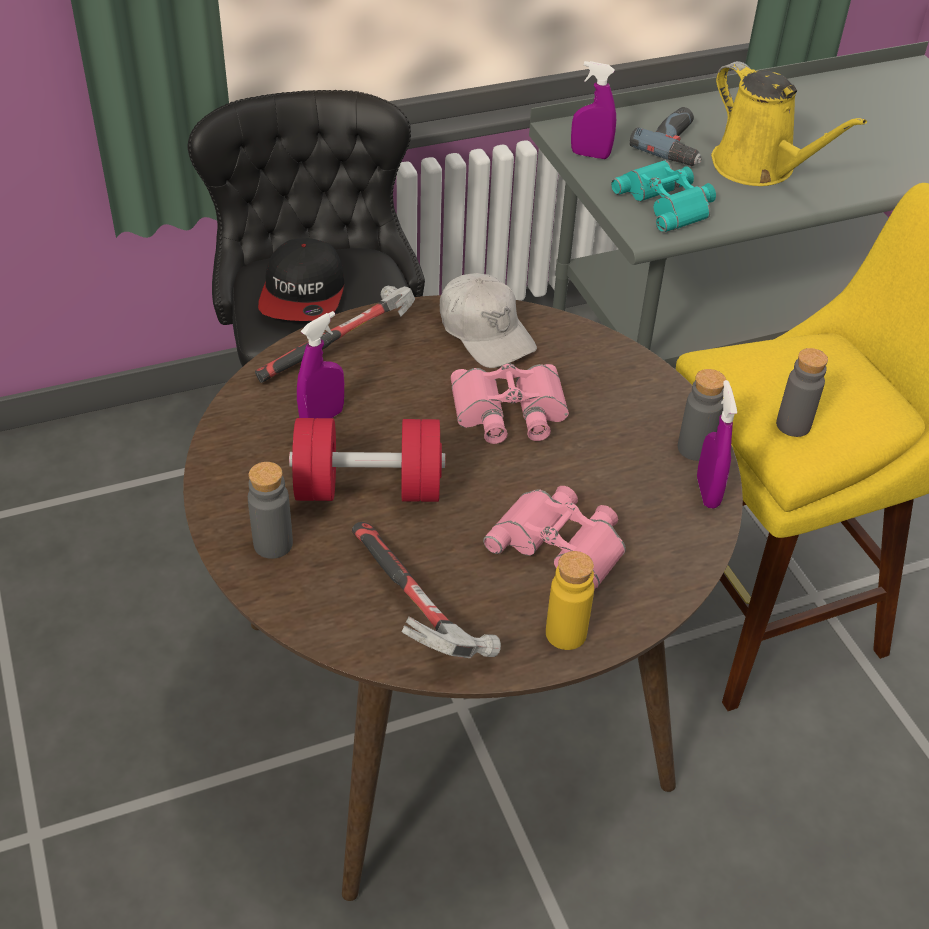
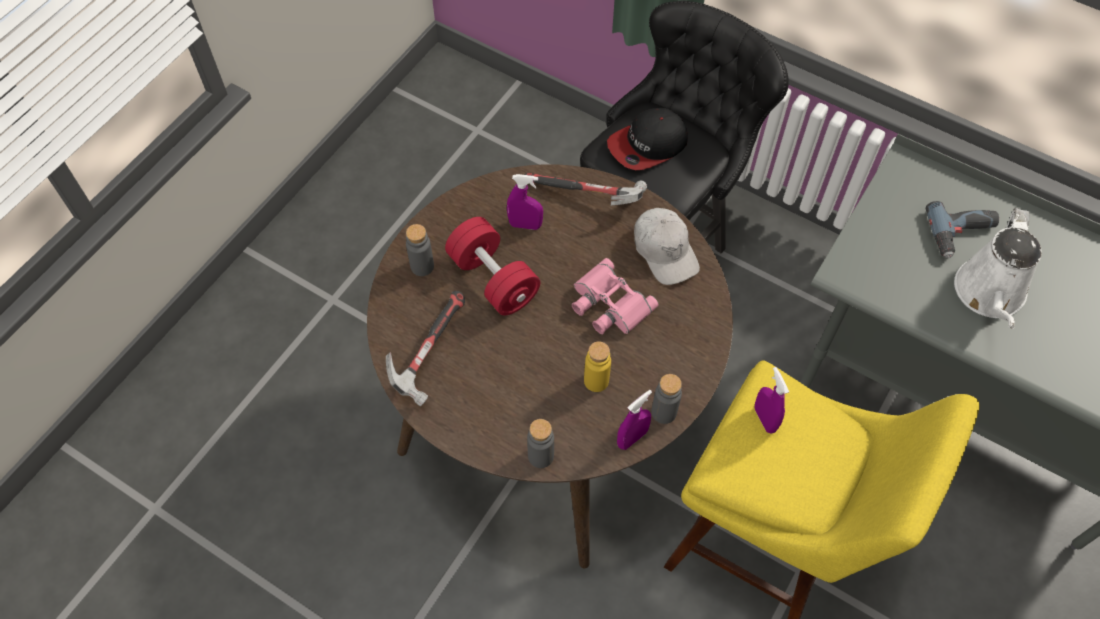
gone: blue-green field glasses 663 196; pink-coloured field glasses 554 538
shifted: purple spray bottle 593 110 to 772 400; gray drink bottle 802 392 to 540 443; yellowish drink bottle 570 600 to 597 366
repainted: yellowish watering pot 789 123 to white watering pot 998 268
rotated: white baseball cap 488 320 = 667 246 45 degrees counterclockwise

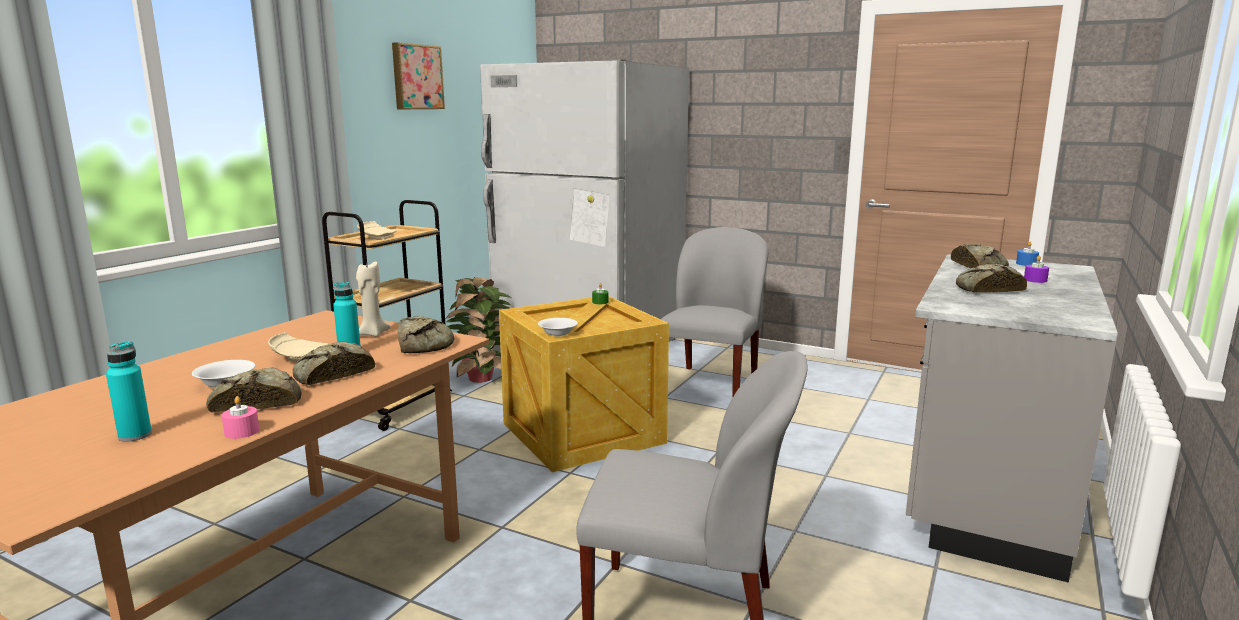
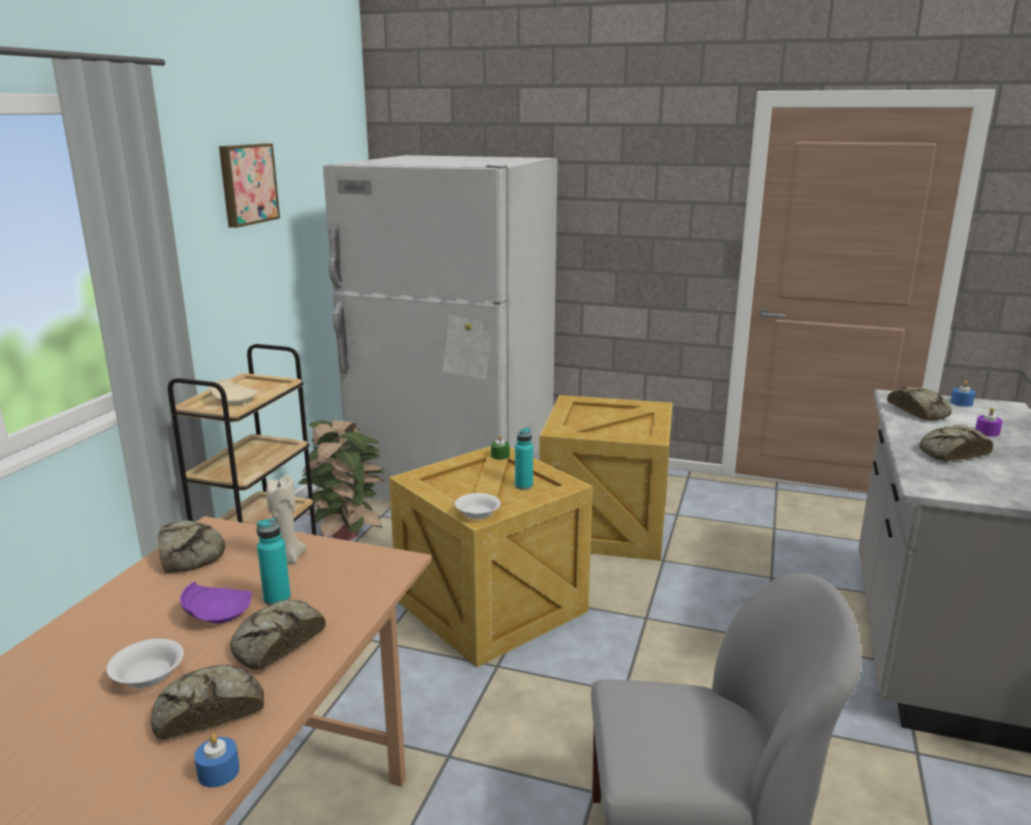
shifted: baked bread 426 334 to 191 546; blue-green drink bottle 129 391 to 524 458
swapped: gray chair 715 312 to crate 606 478
repainted: beige dinner plate 298 347 to purple dinner plate 216 602; pink-coloured wax light 240 417 to bluish wax light 217 760

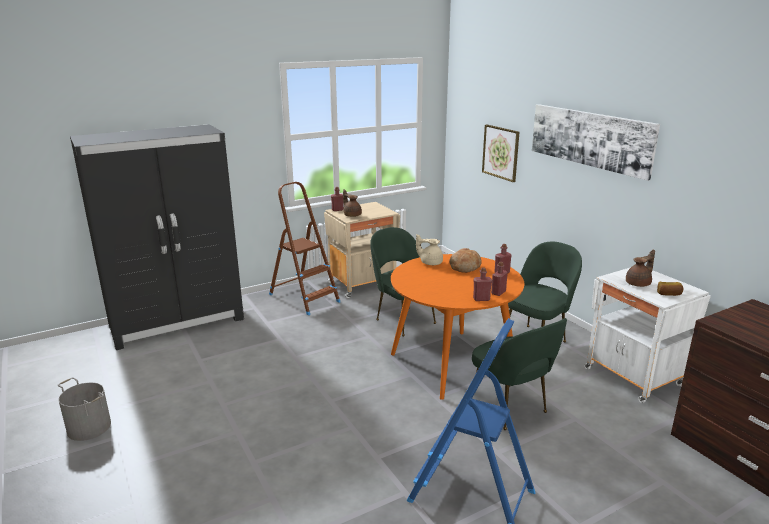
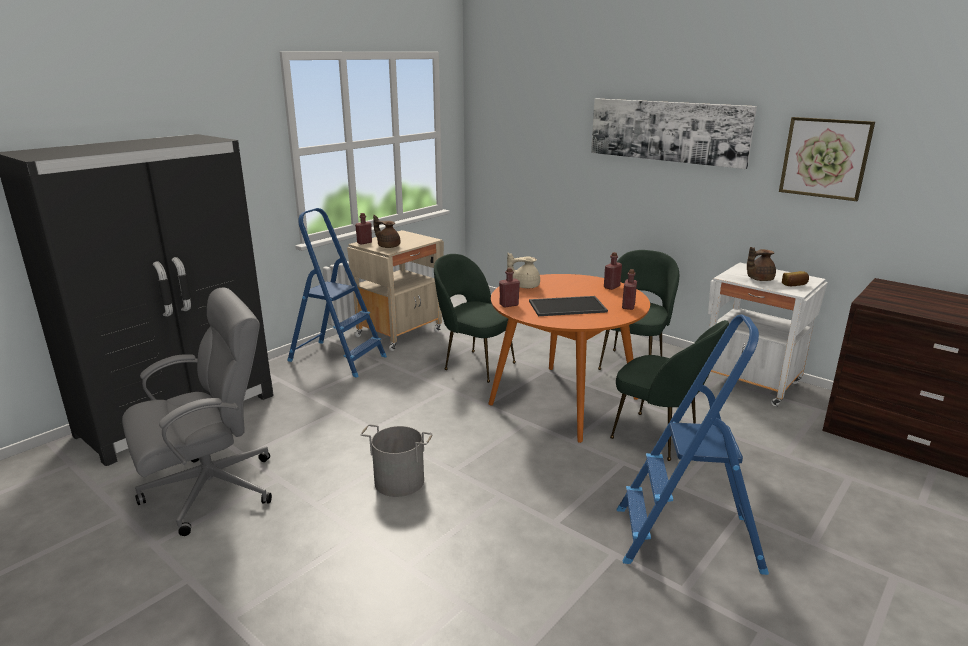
gone: baked bread 466 260
new: gray office chair 197 412; serving tray 568 306
shifted: wall picture 500 153 to 827 159; red drink bottle 482 284 to 509 288; gray bucket 84 409 to 396 460
repainted: brown stepladder 304 248 to bluish stepladder 337 292
rotated: brown tea pot 640 268 = 761 264 150 degrees counterclockwise

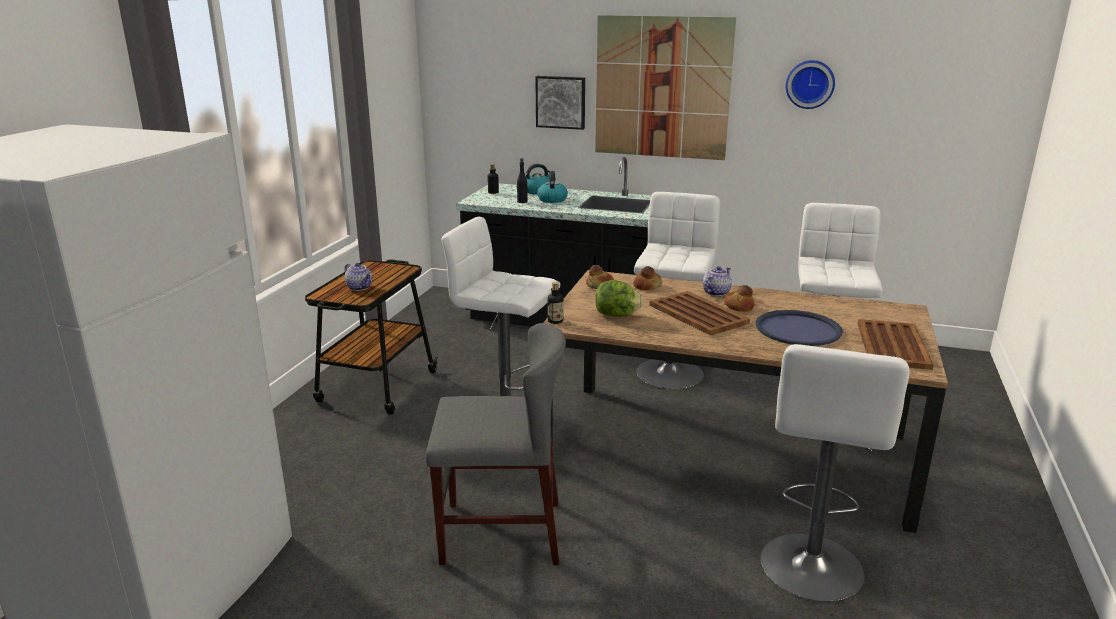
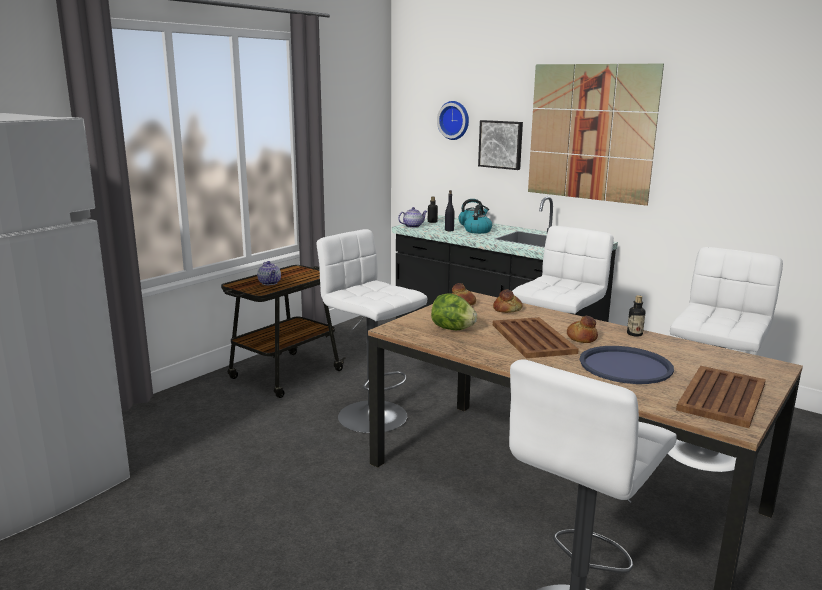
gone: gray chair 496 444
shifted: hanging clock 810 84 to 453 120; tea pot 717 281 to 412 217; drink bottle 555 303 to 636 316

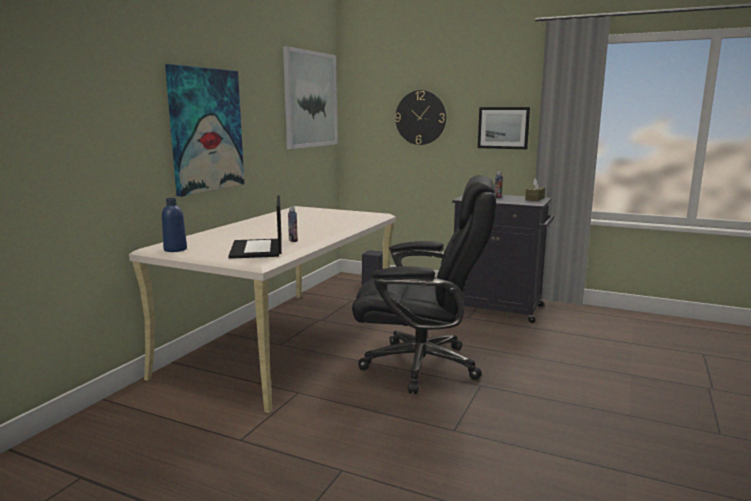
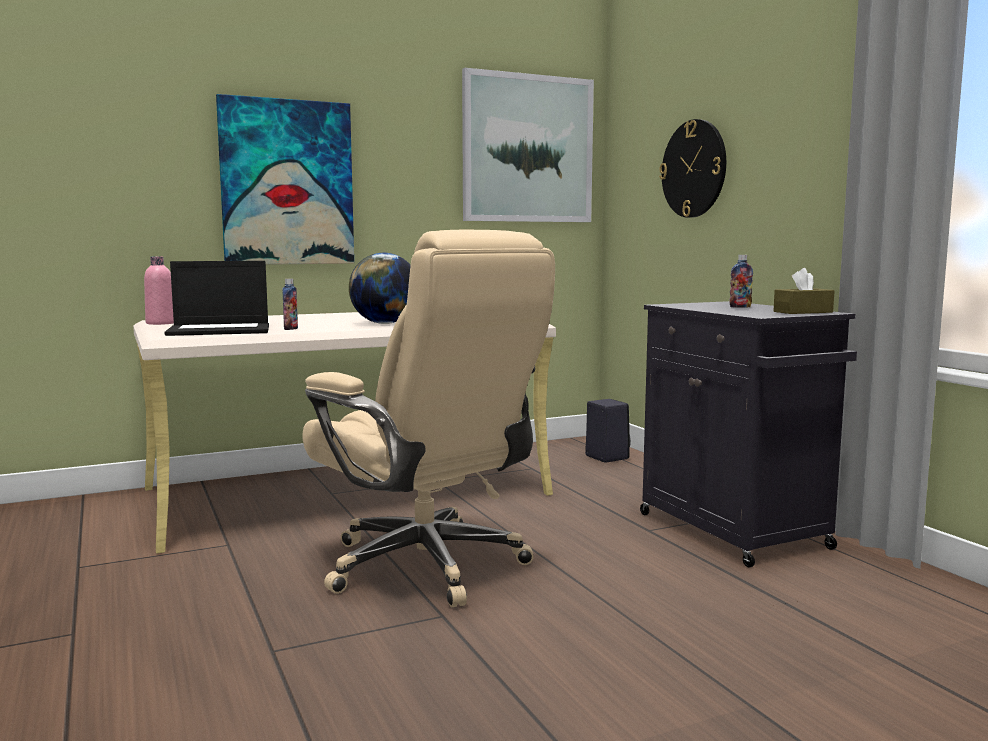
gone: wall picture 504 128
new: world globe 380 288
repainted: black-coloured office chair 424 284 to beige office chair 428 418; bluish drink bottle 174 225 to pink-coloured drink bottle 159 291
rotated: laptop 255 227 = 217 298 135 degrees counterclockwise

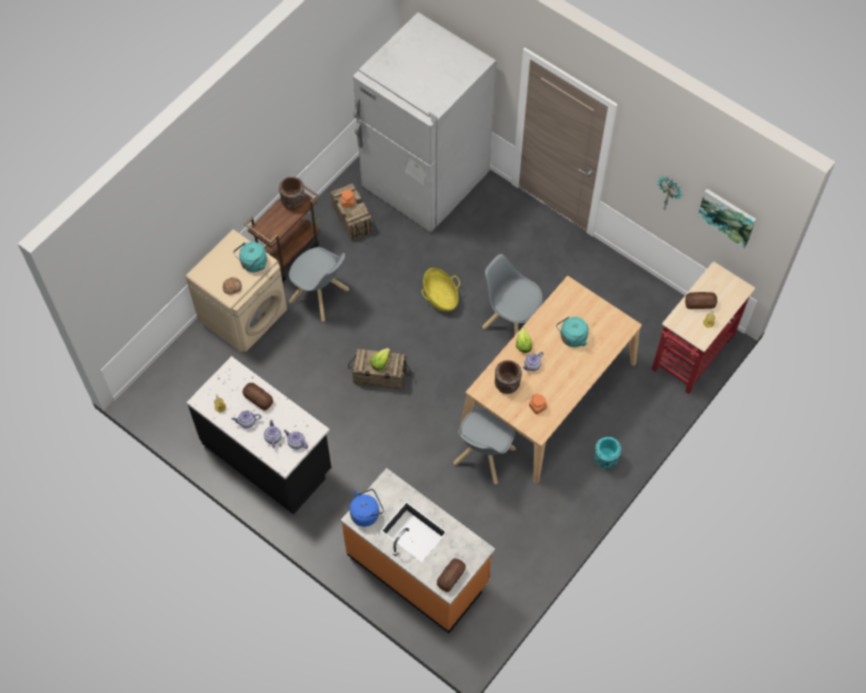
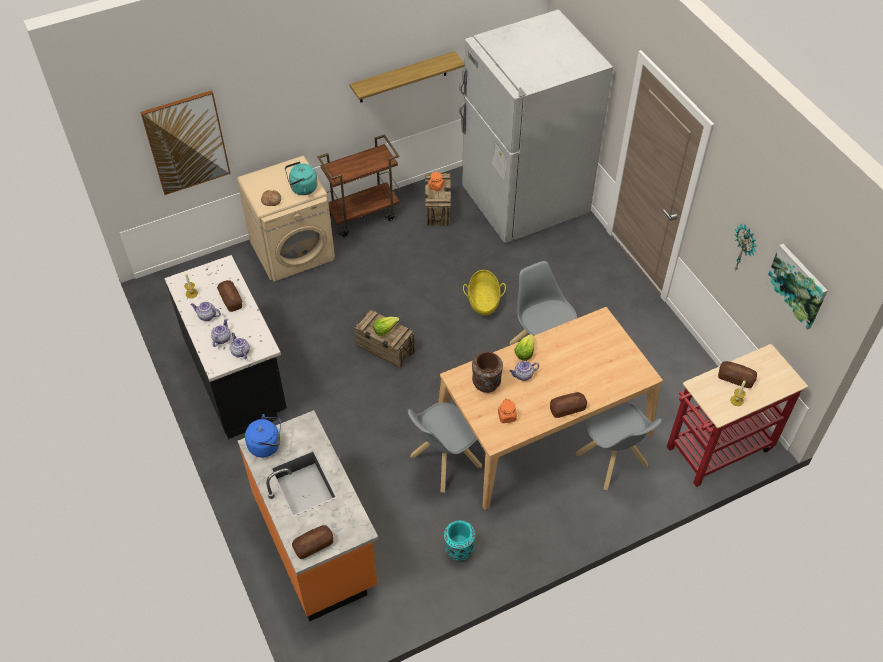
gone: brown vase 292 193; blue-green kettle 572 332
new: wall shelf 407 76; wall picture 185 142; baked bread 568 405
shifted: gray chair 319 284 to 619 447; blue-green vase 607 453 to 459 541

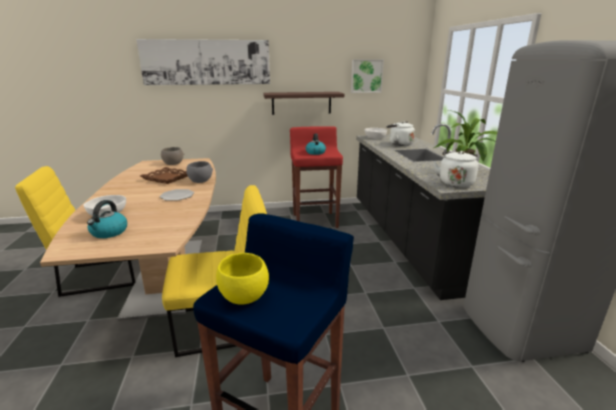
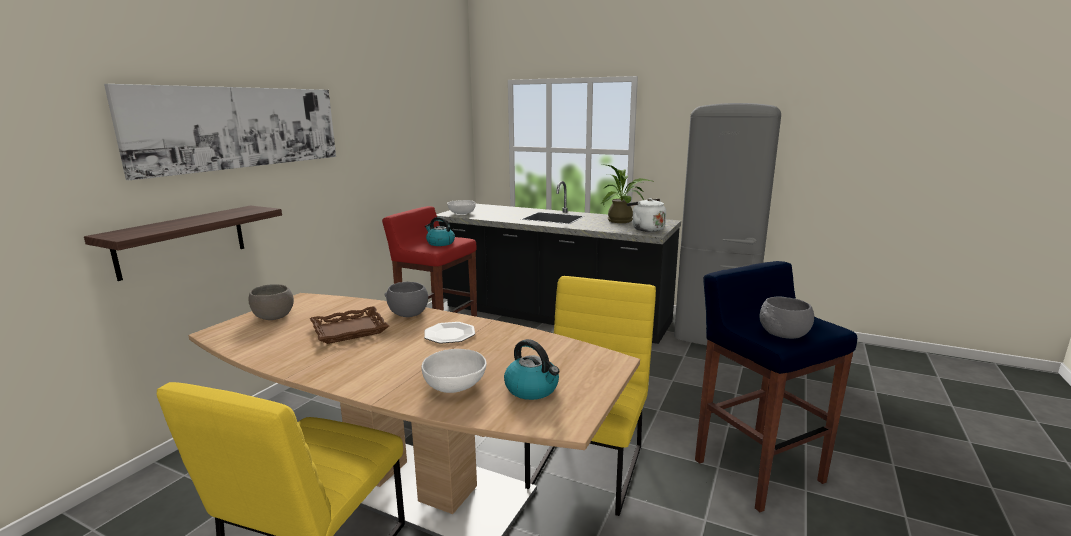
gone: wall picture 367 76; white kettle 400 133
shifted: wall shelf 303 103 to 183 243
repainted: yellowish deep dish 242 279 to gray deep dish 786 318

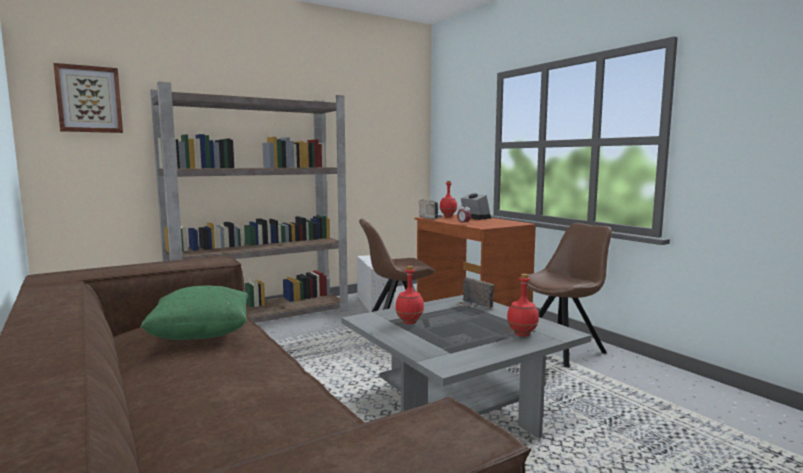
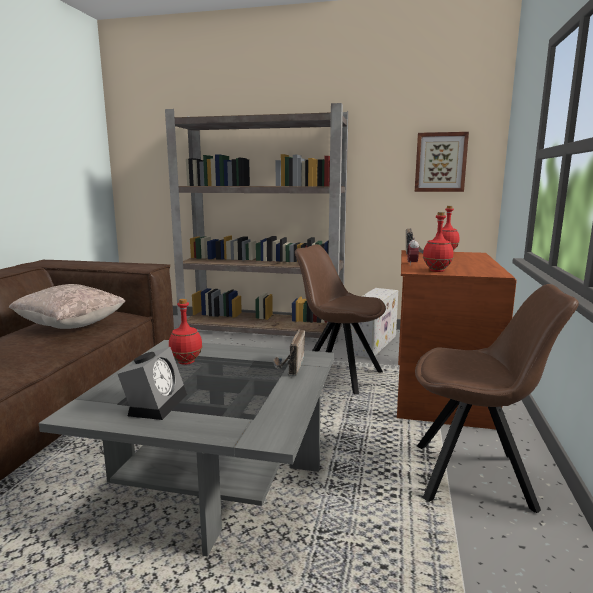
shifted: wall picture 88 98 to 442 162; table clock 475 206 to 152 383; red drink bottle 523 305 to 438 242
repainted: green pillow 194 313 to beige pillow 67 306

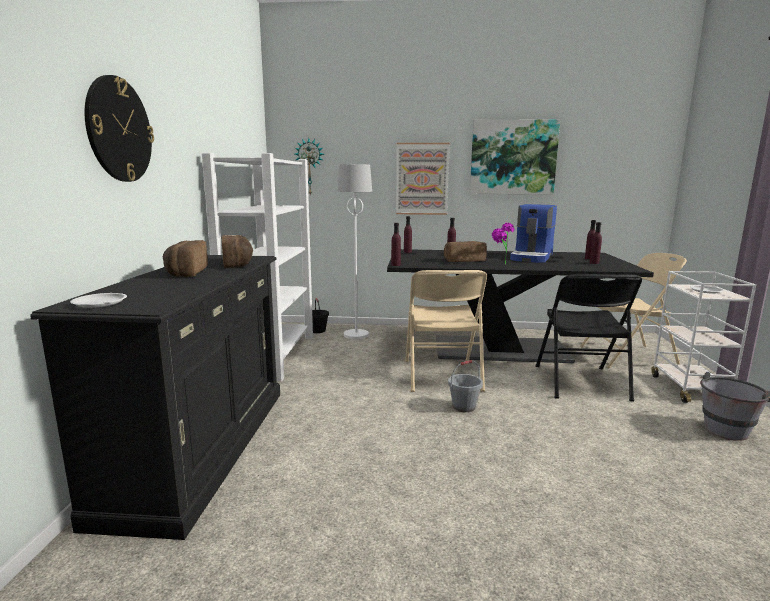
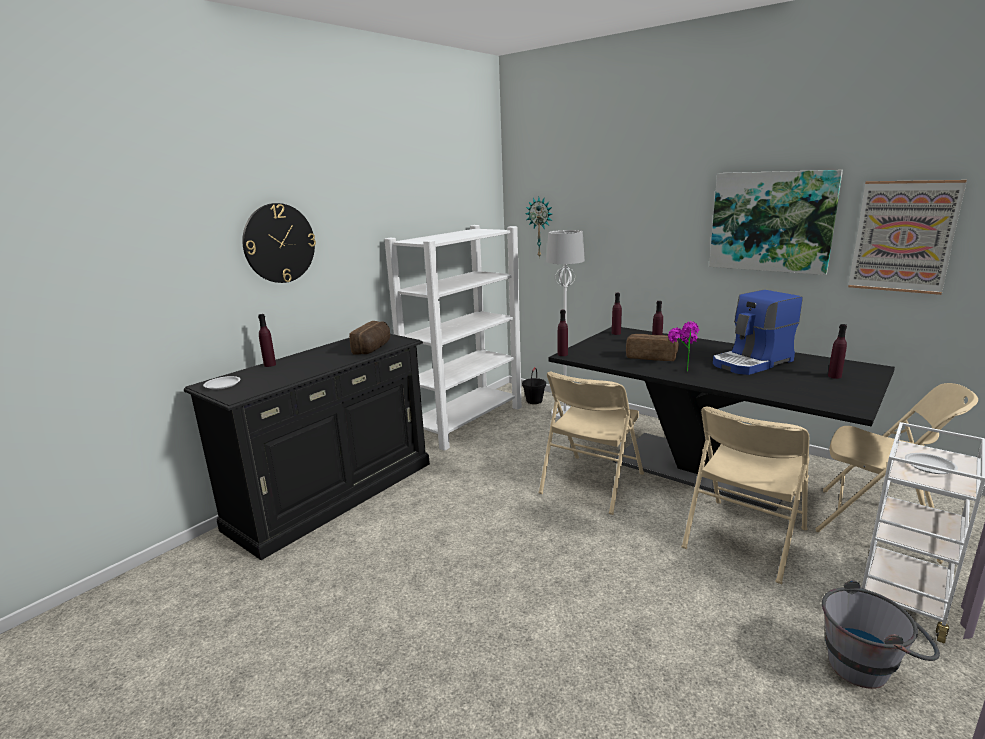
gone: baked bread 185 258; gray bucket 465 386
shifted: wall picture 423 179 to 907 237; purple drink bottle 595 243 to 267 340
repainted: black-coloured chair 588 337 to beige chair 745 495

